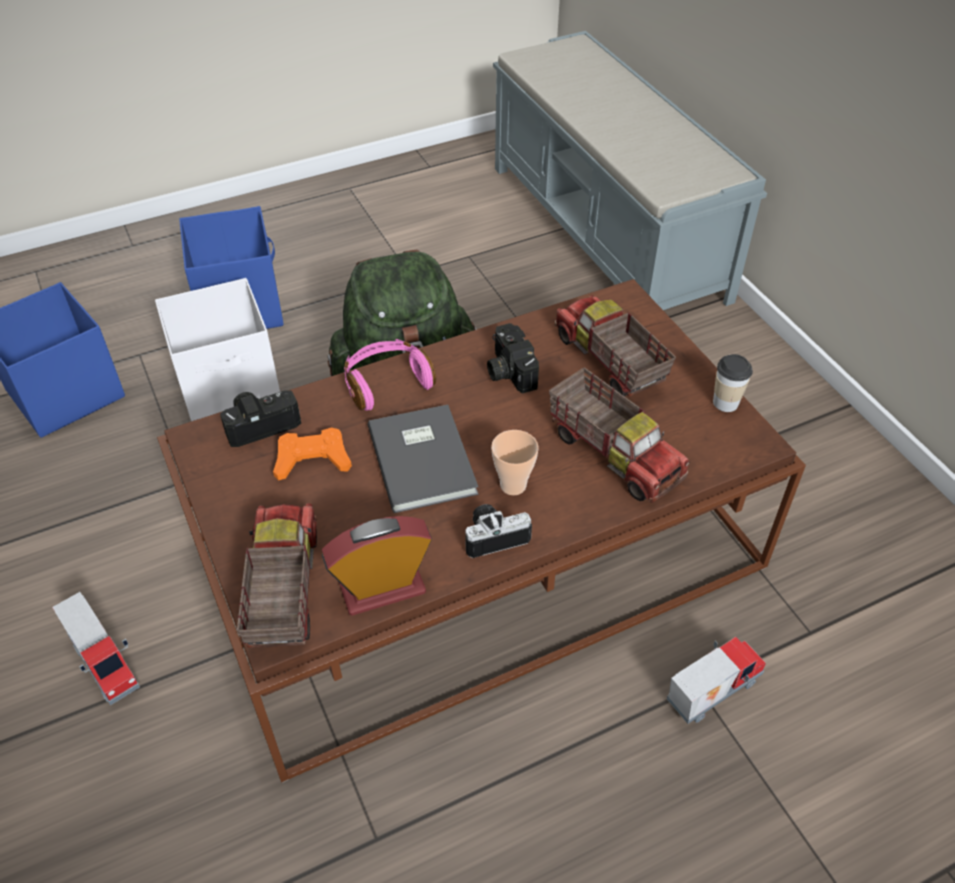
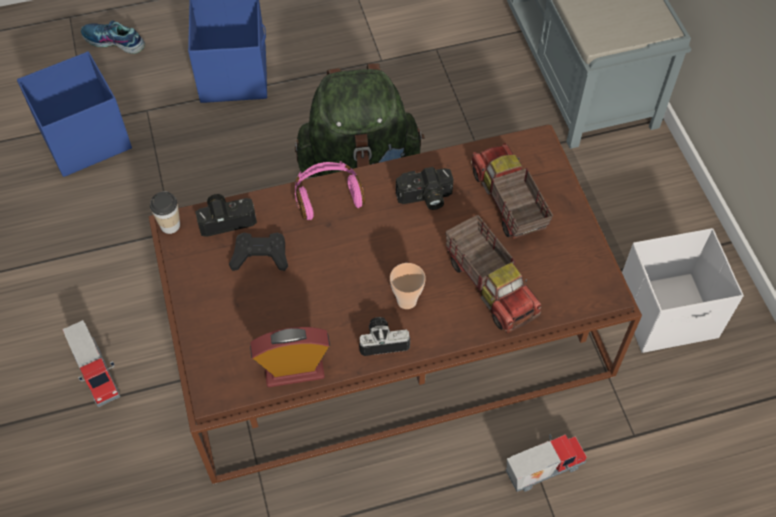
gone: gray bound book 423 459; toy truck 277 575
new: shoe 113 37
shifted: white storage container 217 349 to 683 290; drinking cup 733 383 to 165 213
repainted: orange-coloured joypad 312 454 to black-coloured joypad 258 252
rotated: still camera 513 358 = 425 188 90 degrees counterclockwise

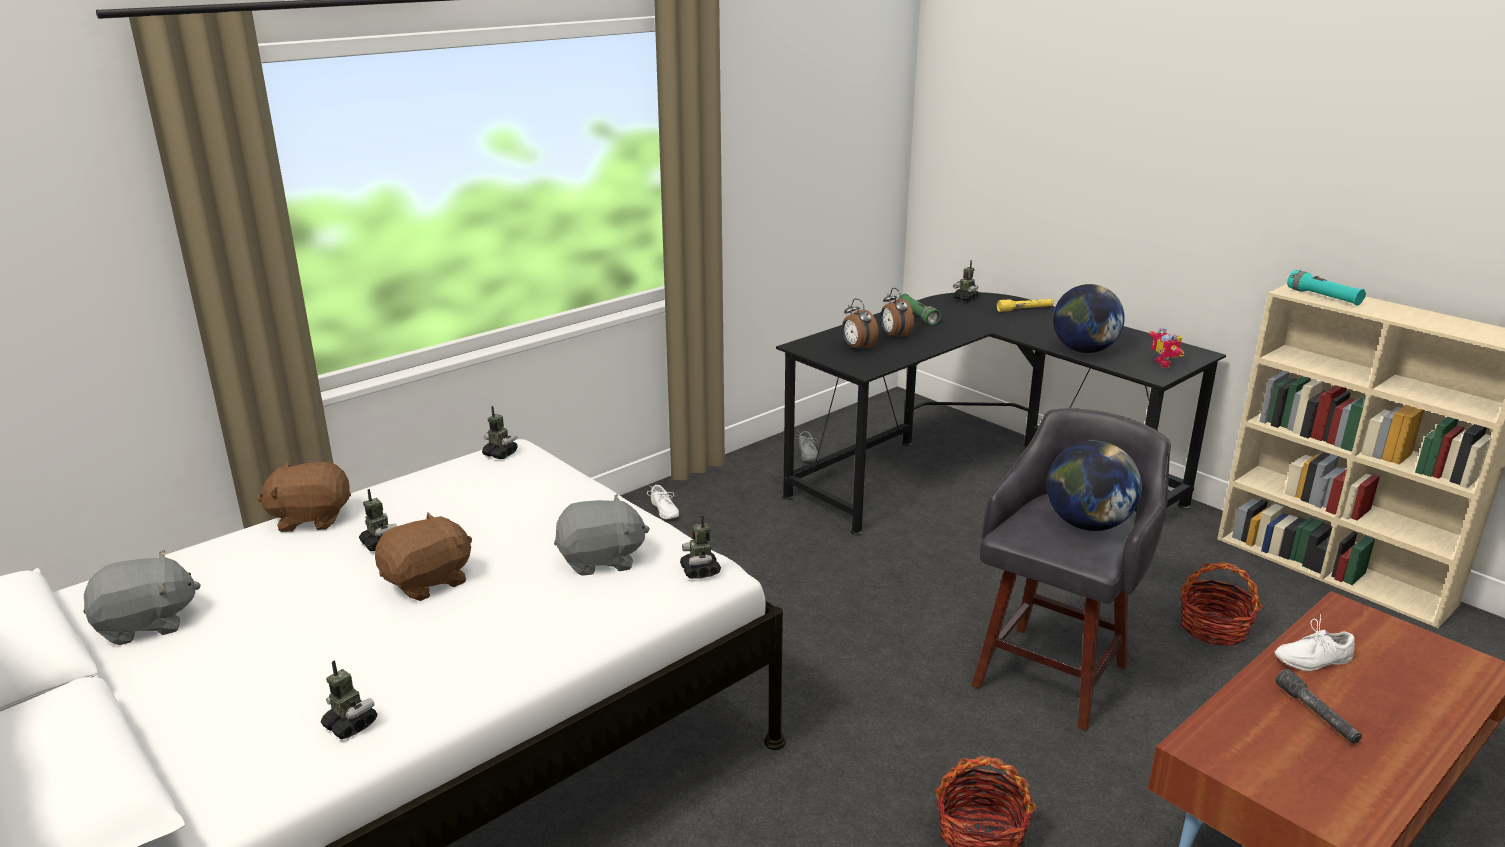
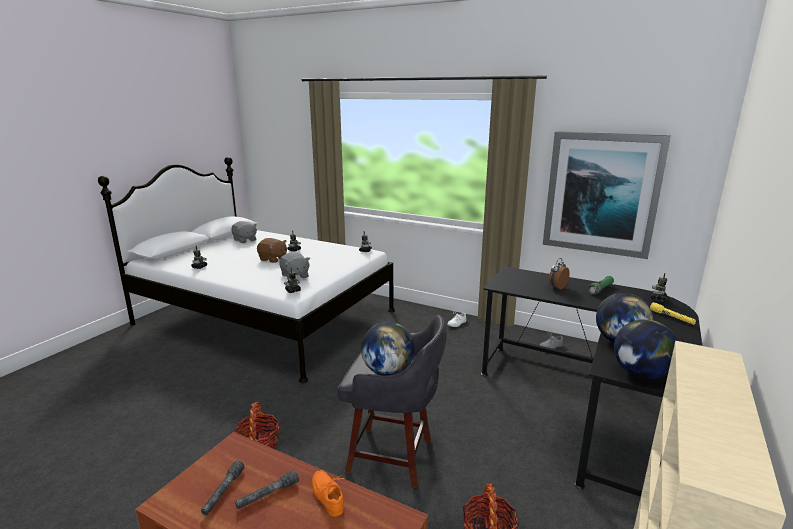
gone: blue-green flashlight 1326 288; table clock 860 325; brown cuddly toy 304 497
new: wall picture 607 195; gray flashlight 222 487
swapped: toy robot 1166 348 to world globe 646 349
repainted: white shoe 1315 642 to orange-coloured shoe 328 493

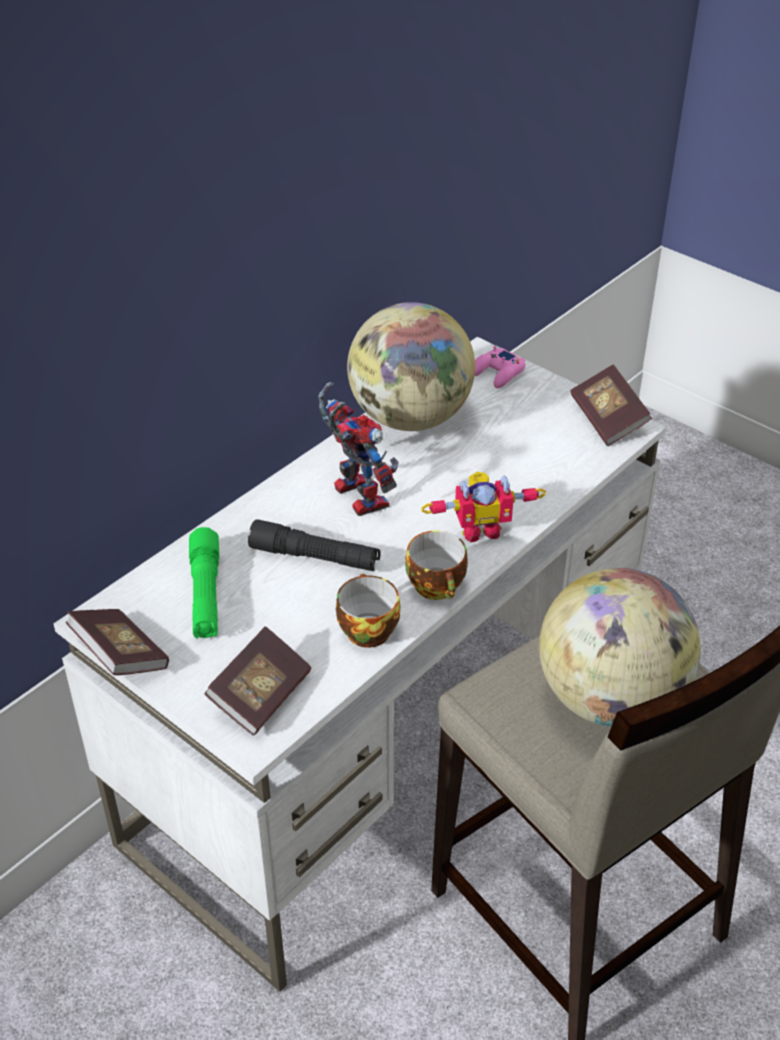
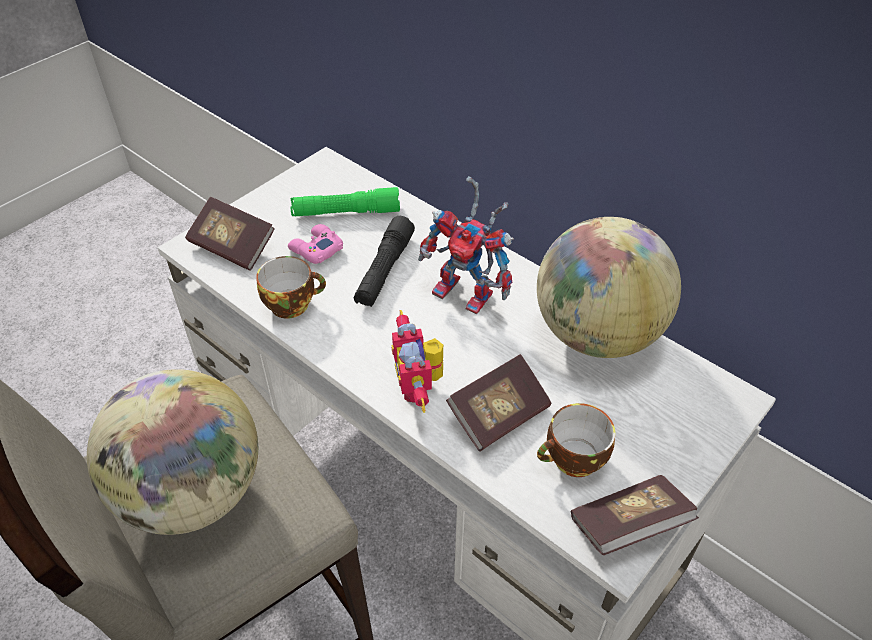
shifted: pink-coloured joypad 500 367 to 315 244; drinking cup 436 565 to 576 440; bound book 117 642 to 498 402
rotated: toy robot 358 449 = 466 245 60 degrees clockwise

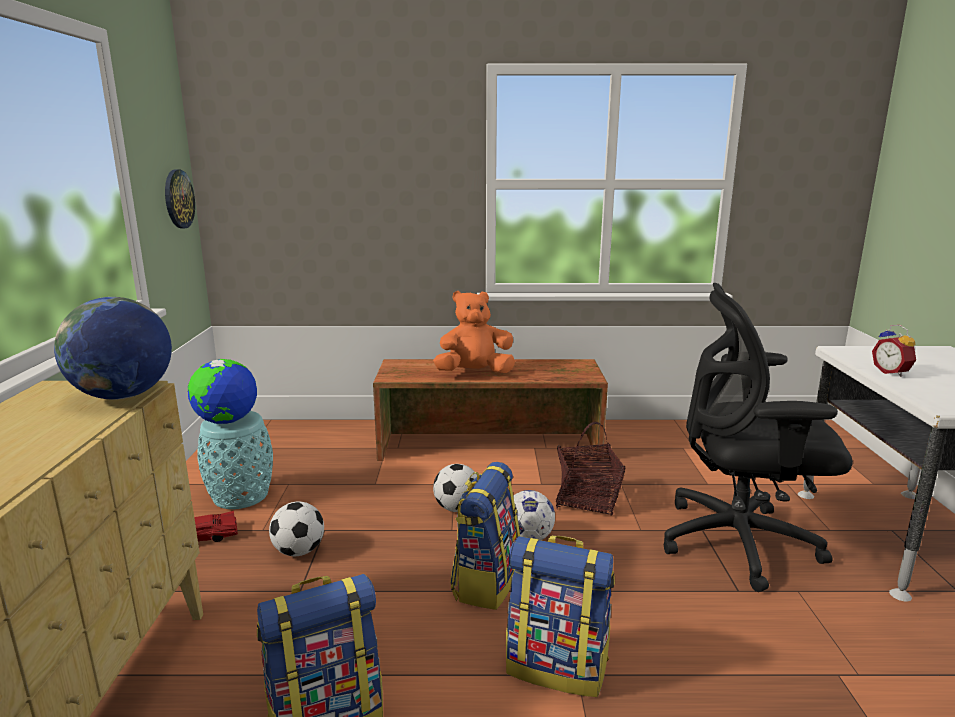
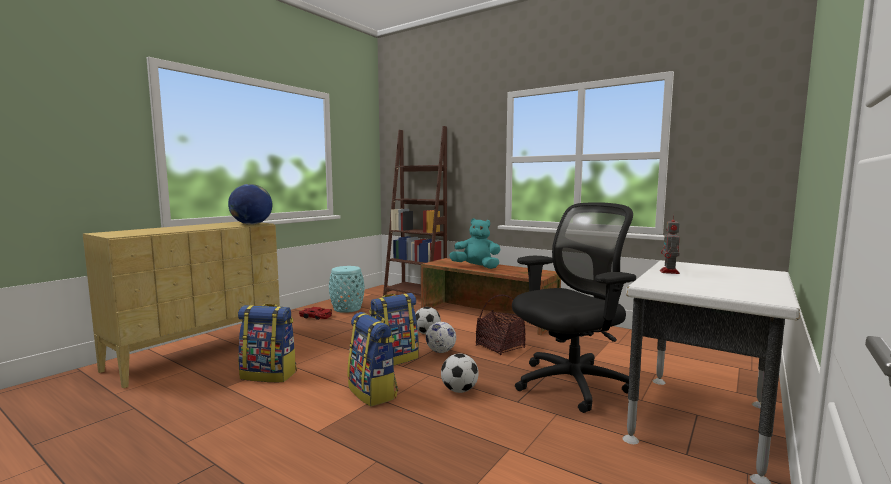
gone: hanging clock 180 198; world globe 222 391
new: brown bookcase 415 211
shifted: football 296 528 to 460 373
swapped: table clock 894 351 to toy robot 670 244
repainted: orange-coloured cuddly toy 474 332 to blue-green cuddly toy 475 243
rotated: black-coloured office chair 758 437 = 574 307 105 degrees clockwise

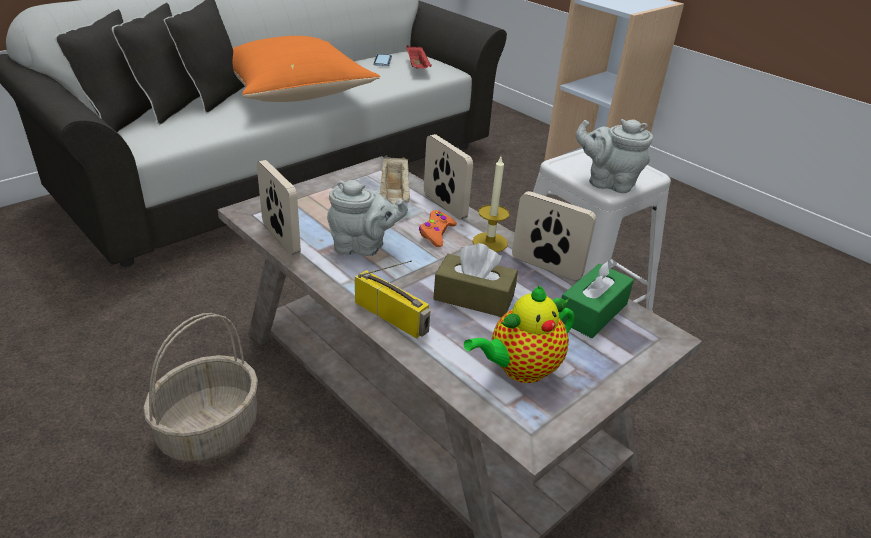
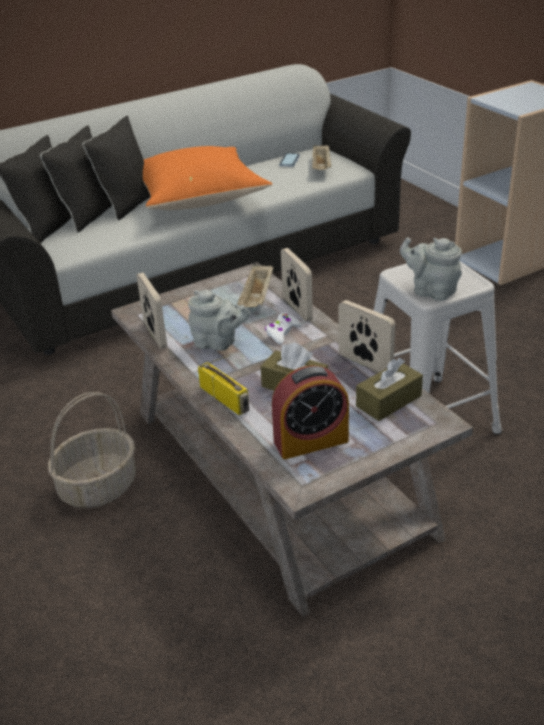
gone: wax light 490 204
swapped: tea pot 519 334 to table clock 310 412
repainted: red serving tray 418 57 to beige serving tray 322 157; orange-coloured joypad 438 228 to white joypad 283 328; green tissue box 597 298 to brown tissue box 389 389

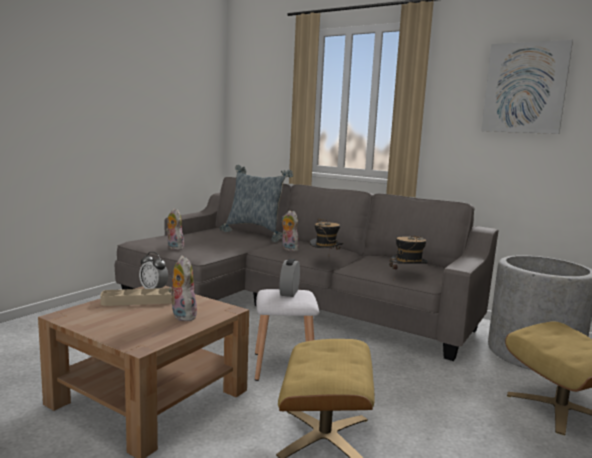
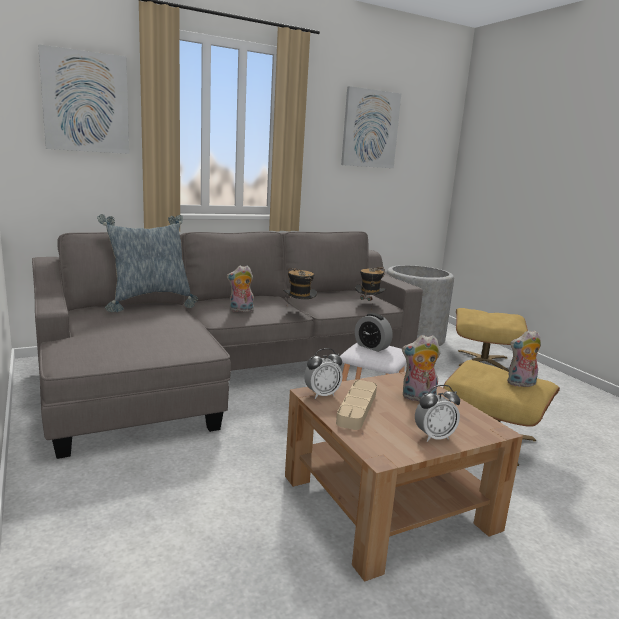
new: wall picture 83 99; table clock 437 413
shifted: cuddly toy 175 229 to 524 359

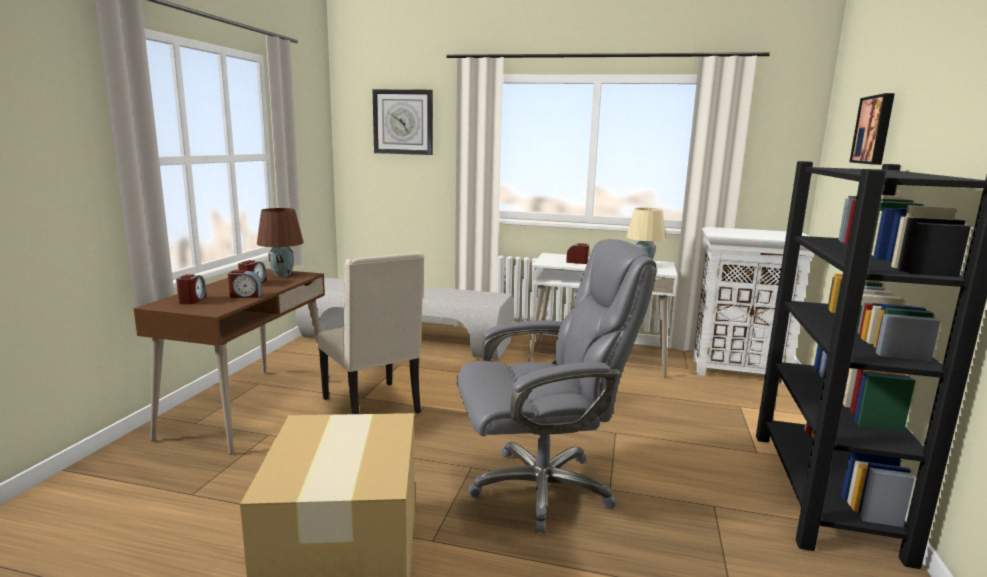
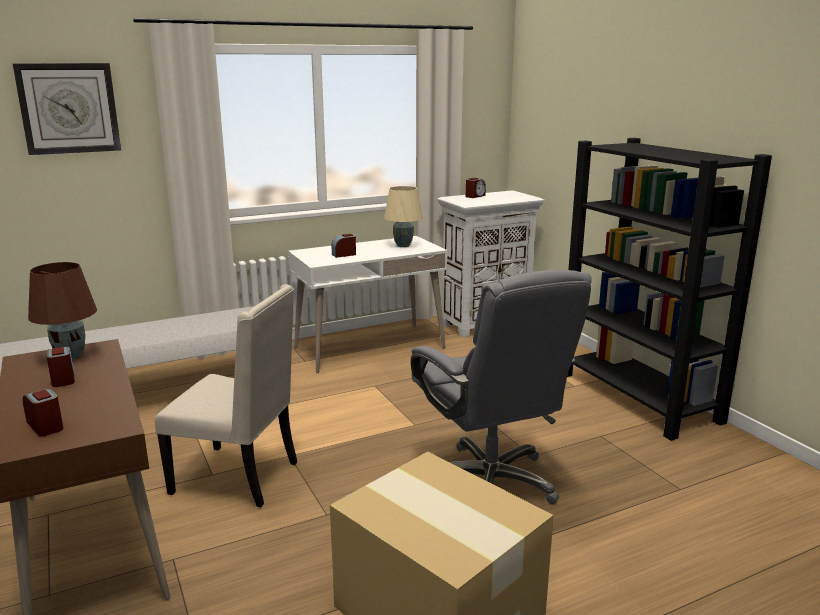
gone: wall picture 872 129
shifted: table clock 245 284 to 476 188
rotated: gray office chair 557 386 = 501 387 120 degrees clockwise

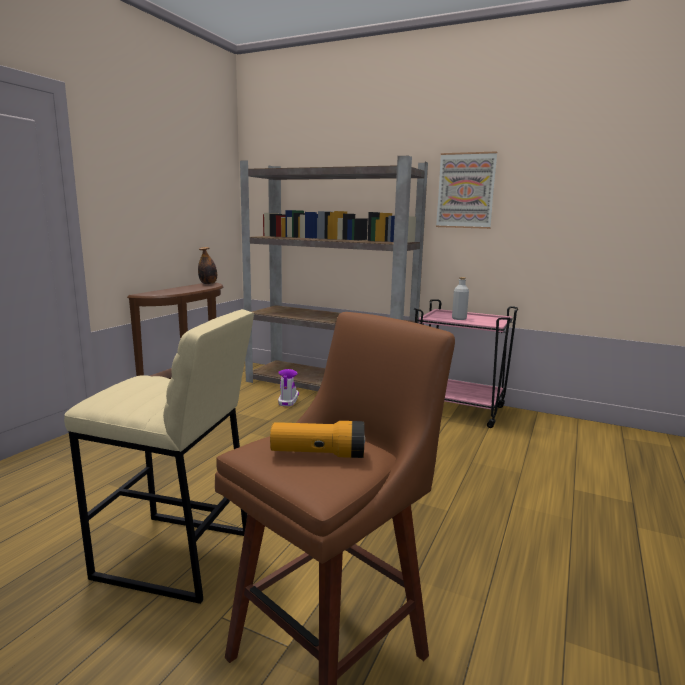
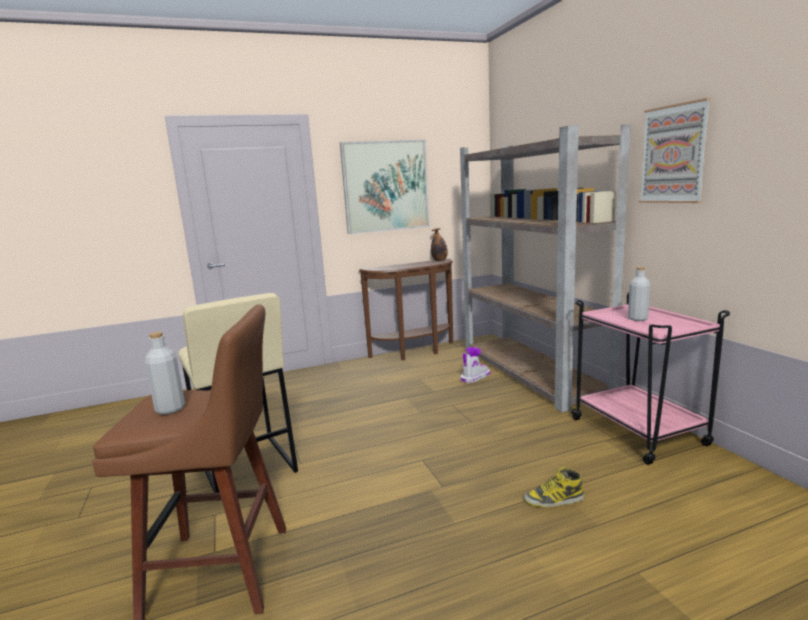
new: wall picture 384 187; high-top boot 554 487
swapped: flashlight 317 439 to gray drink bottle 165 373

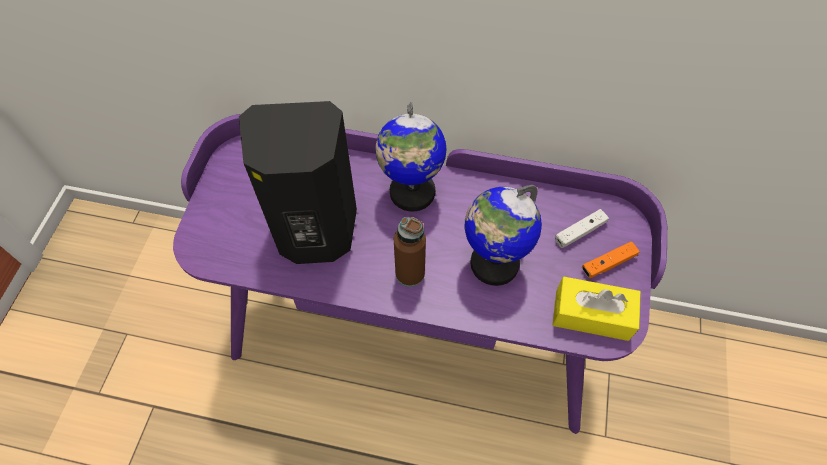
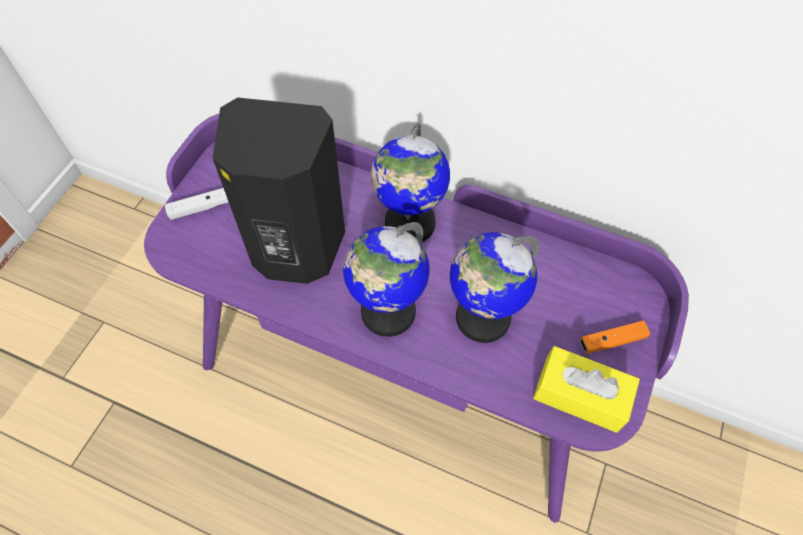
shifted: white joypad 582 228 to 196 204
swapped: brown drink bottle 410 252 to world globe 386 279

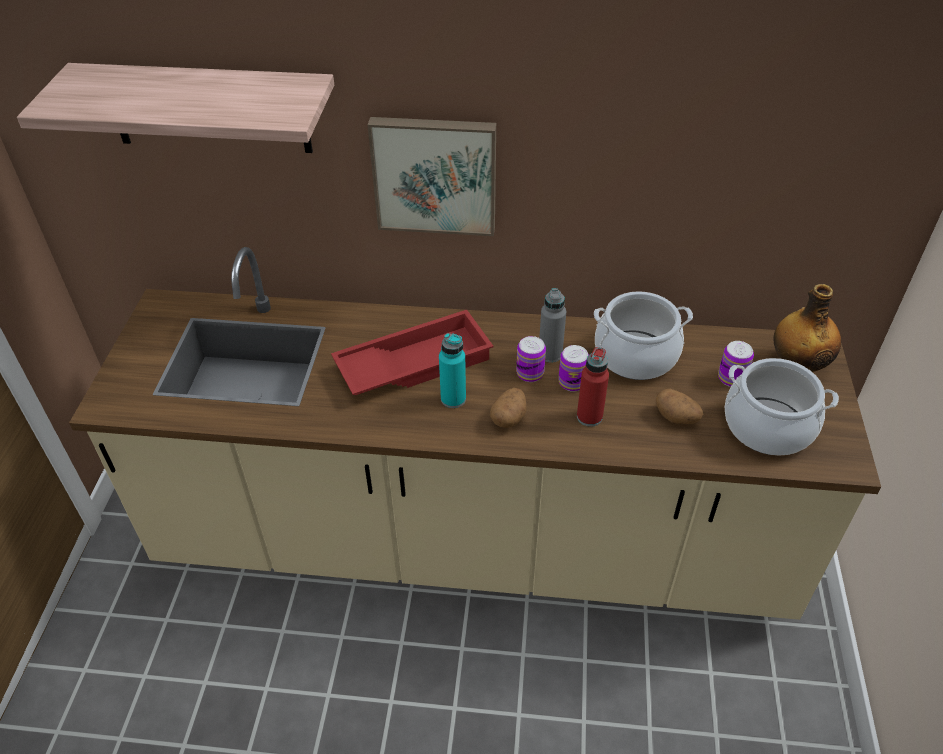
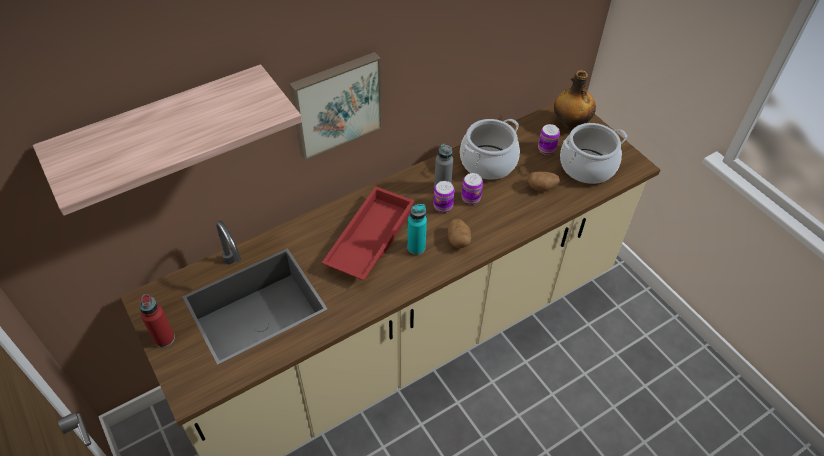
shifted: red drink bottle 593 387 to 157 321

